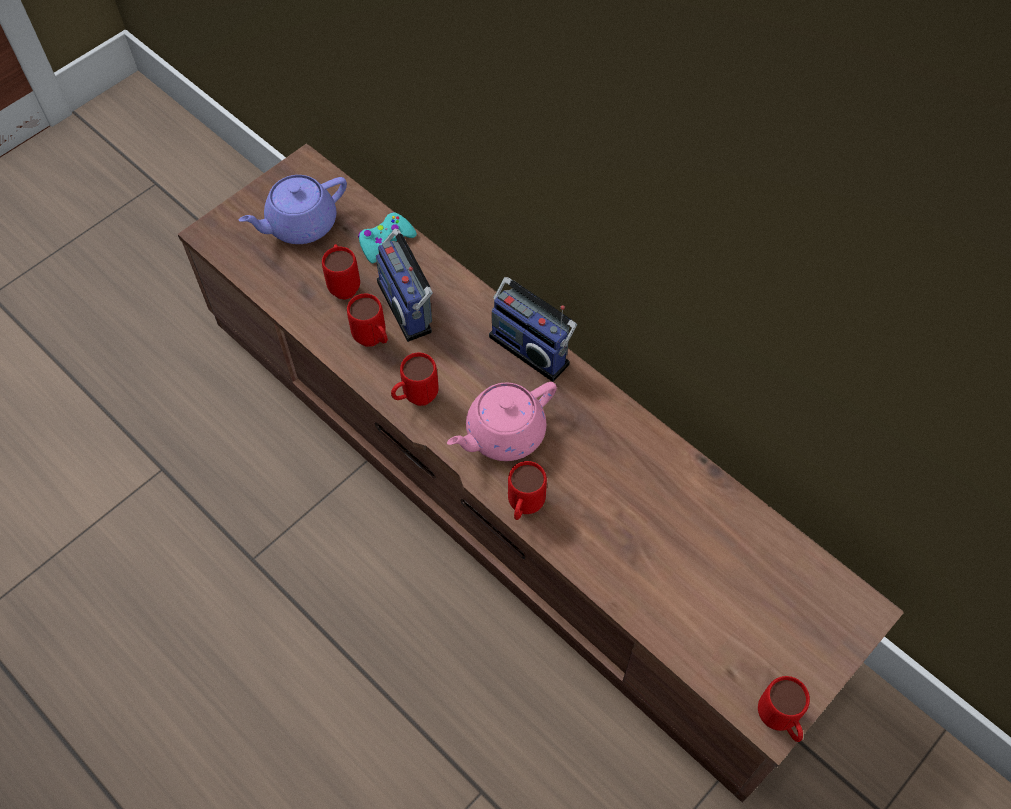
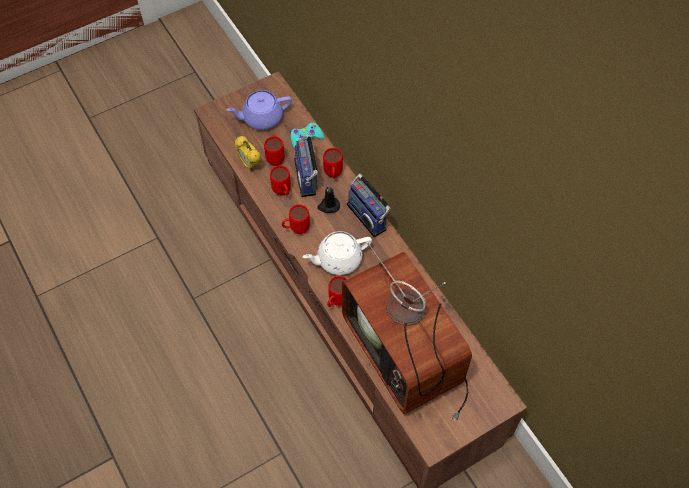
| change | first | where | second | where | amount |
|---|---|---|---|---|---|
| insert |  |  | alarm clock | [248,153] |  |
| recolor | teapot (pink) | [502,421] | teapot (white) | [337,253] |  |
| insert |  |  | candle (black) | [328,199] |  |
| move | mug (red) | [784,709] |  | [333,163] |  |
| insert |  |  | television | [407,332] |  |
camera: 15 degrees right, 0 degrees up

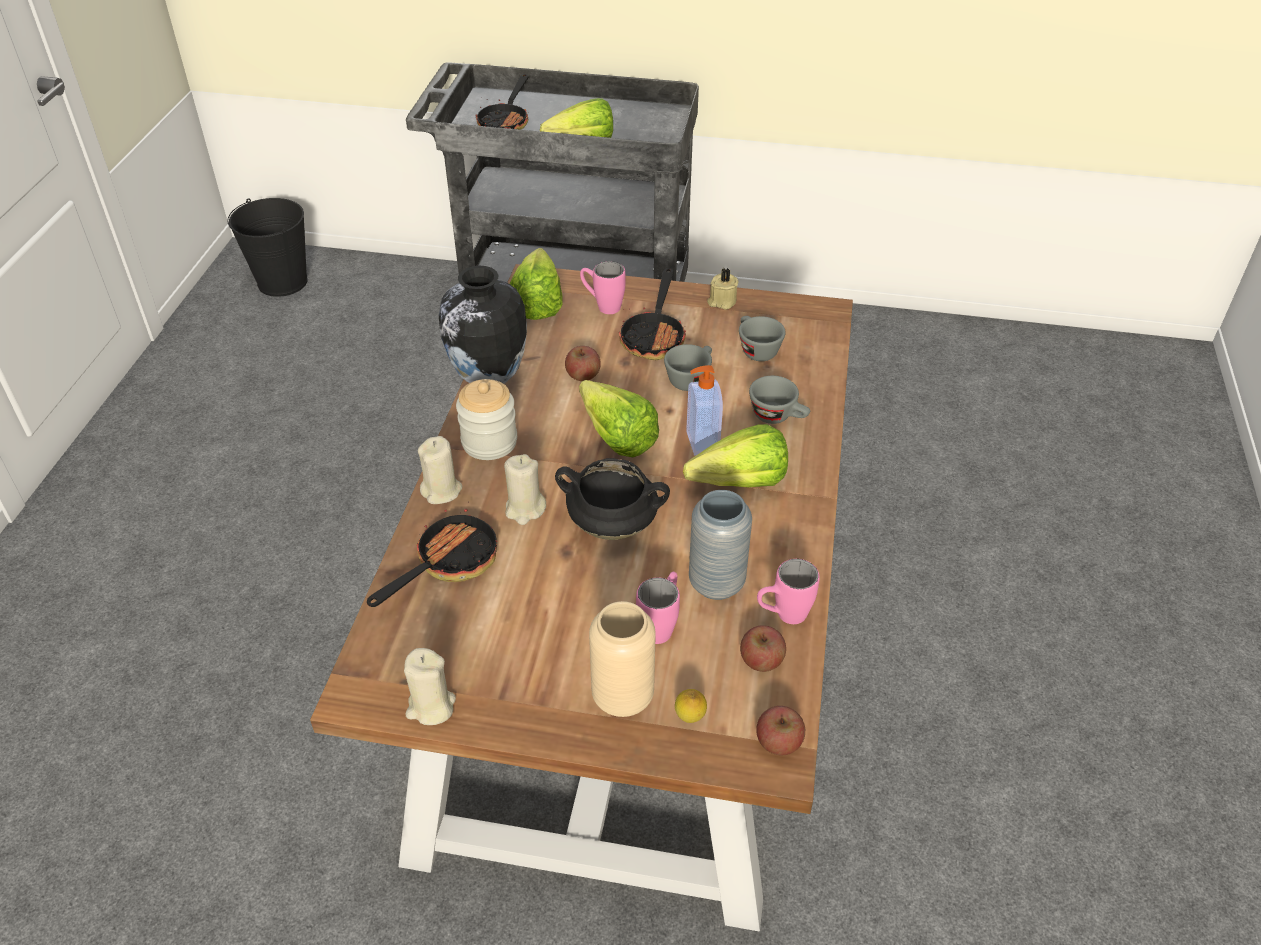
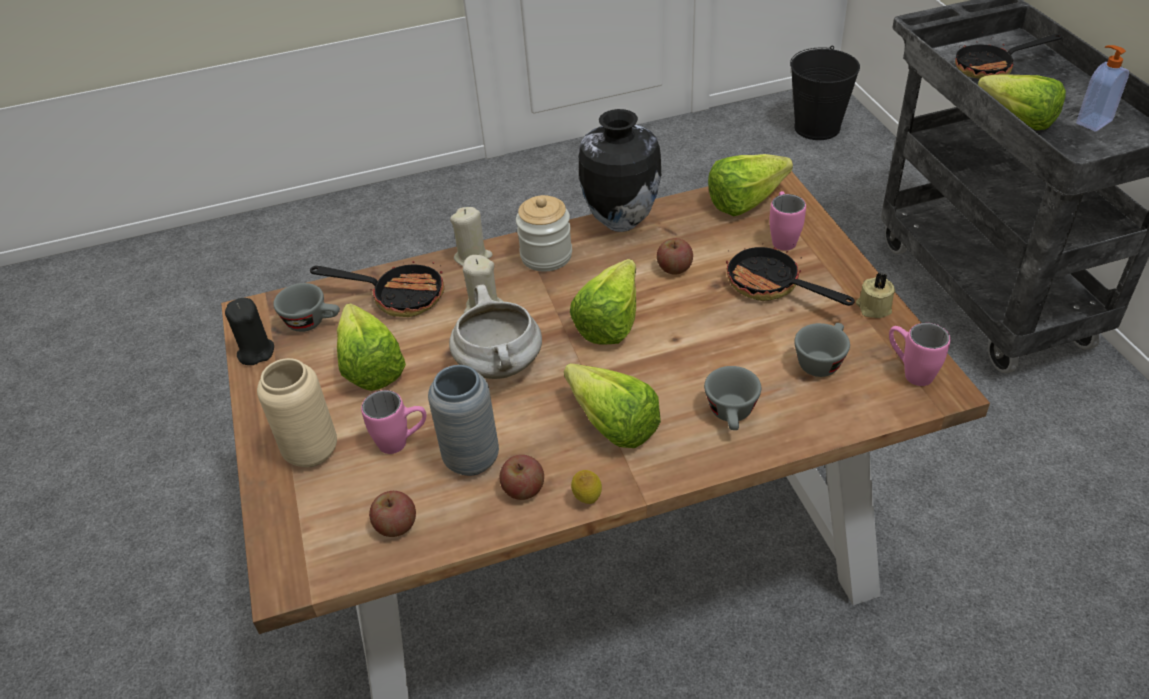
| change | first | where | second | where | amount |
|---|---|---|---|---|---|
| recolor | candle (beige) | [430,686] | candle (black) | [249,331] |  |
| move | cup (grey) | [688,367] |  | [306,307] |  |
| insert |  |  | lettuce | [371,347] |  |
| recolor | cooking pot (black) | [612,499] | cooking pot (white) | [495,332] |  |
| move | apple | [780,730] |  | [521,477] |  |
| move | lemon | [691,706] |  | [586,487] |  |
| rotate | frying pan | [652,314] |  | [790,274] | 60 degrees clockwise |
| move | mug (pink) | [788,591] |  | [919,354] |  |
| move | soap dispenser | [704,410] |  | [1102,88] |  |
camera: 65 degrees right, 0 degrees up

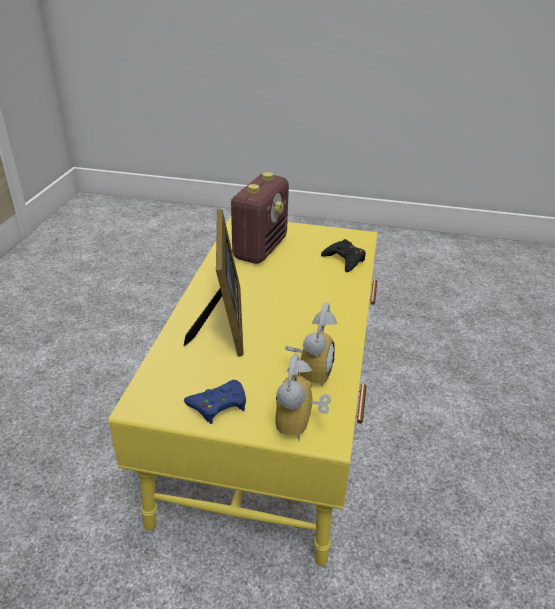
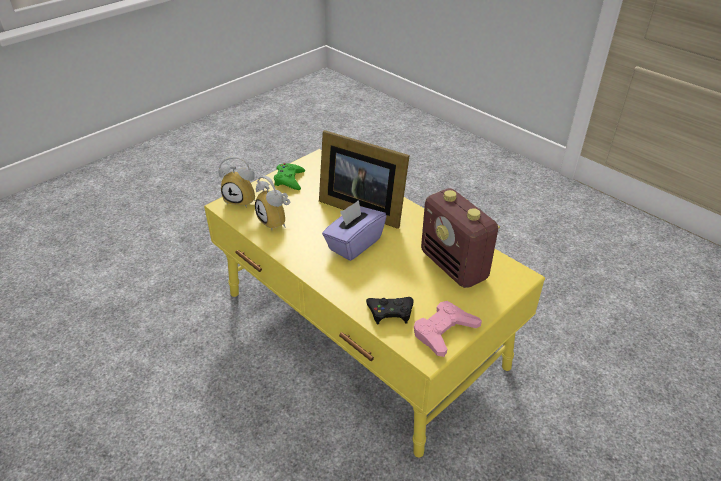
| change | first | where | second | where | amount |
|---|---|---|---|---|---|
| rotate | alarm clock | [303,397] |  | [236,182] | 150 degrees clockwise |
| recolor | game controller (blue) | [215,402] | game controller (green) | [289,176] |  |
| insert |  |  | tissue box (purple) | [354,230] |  |
| insert |  |  | game controller (pink) | [448,329] |  |
camera: 125 degrees right, 5 degrees up

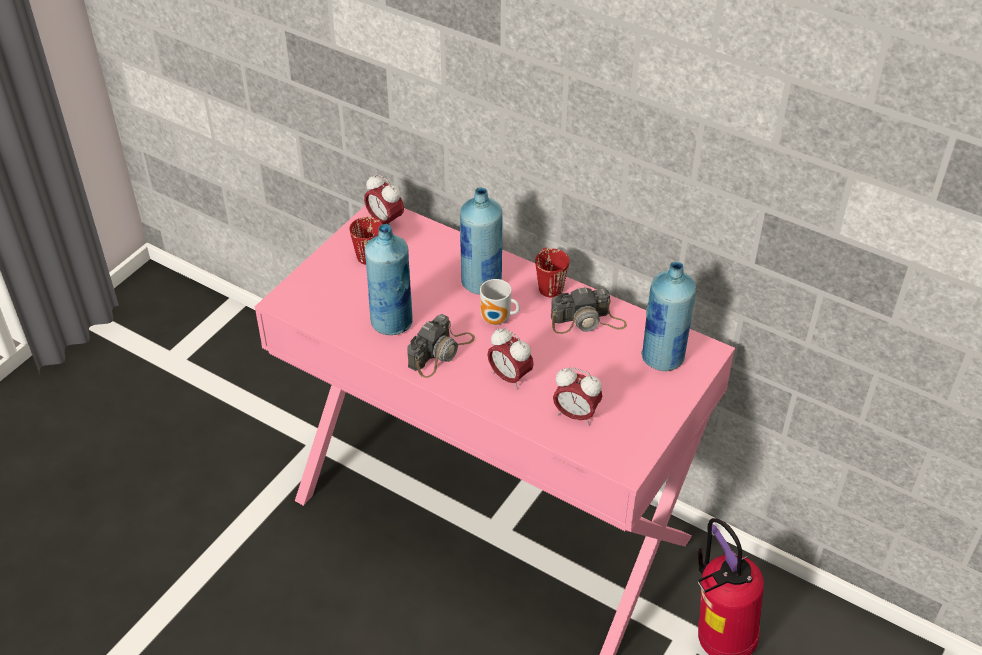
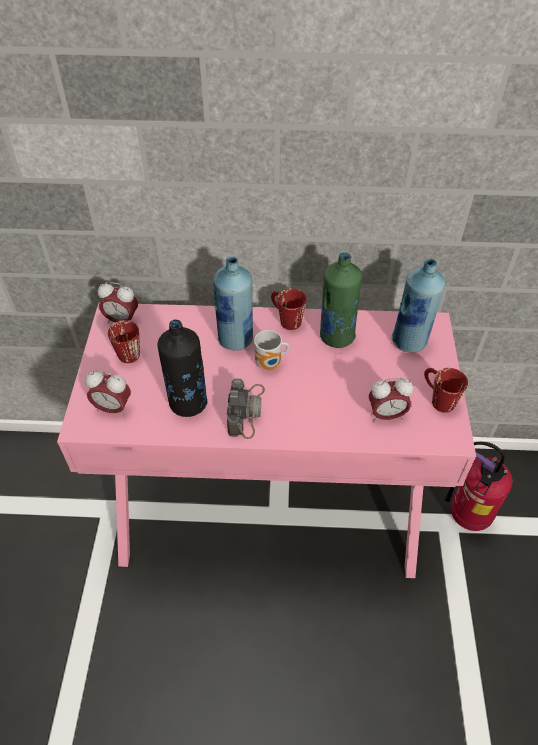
| change | first | where | second | where | amount |
|---|---|---|---|---|---|
| move | alarm clock | [510,359] |  | [108,393] |  |
| recolor | bottle (blue) | [389,279] | bottle (black) | [182,368] |  |
| replace | photo camera | [589,310] | bottle (green) | [341,300] |  |
| insert |  |  | mug (red) | [446,390] |  |
camera: 30 degrees left, 5 degrees up

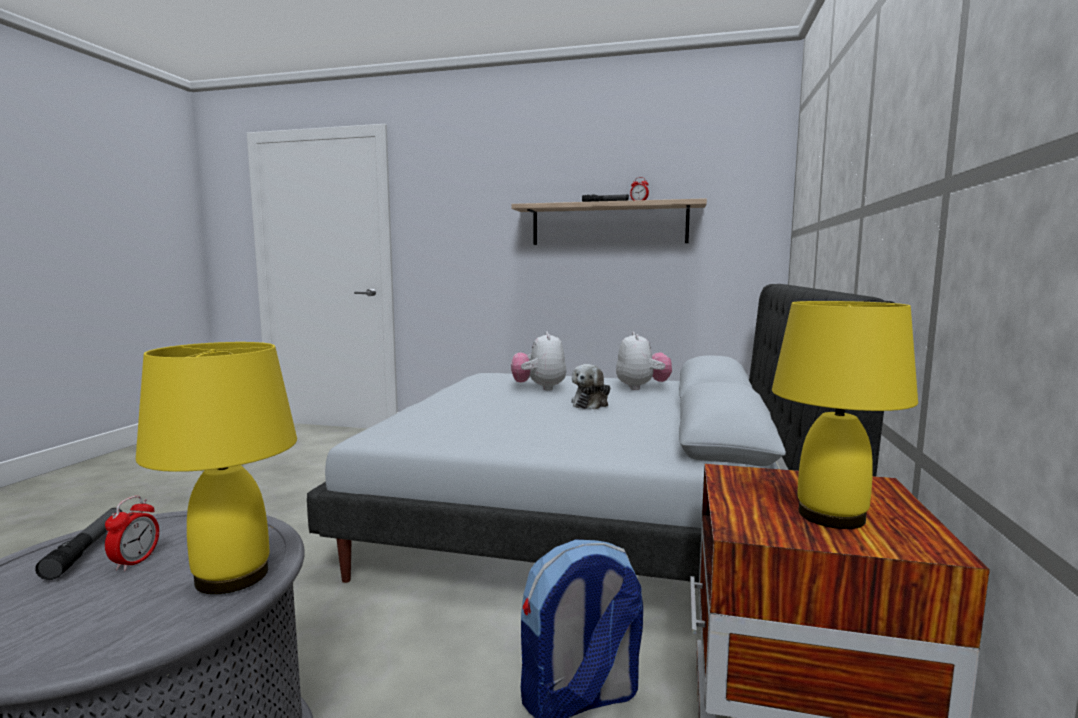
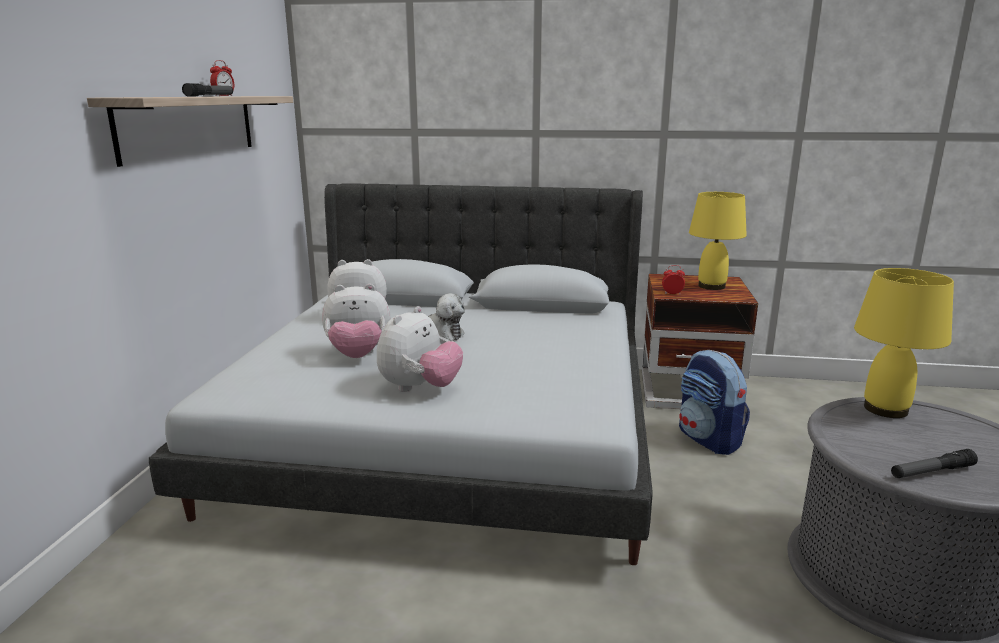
| change | first | where | second | where | amount |
|---|---|---|---|---|---|
| insert |  |  | plush toy | [420,349] |  |
| move | alarm clock | [132,533] |  | [673,280] |  |
camera: 95 degrees left, 10 degrees up

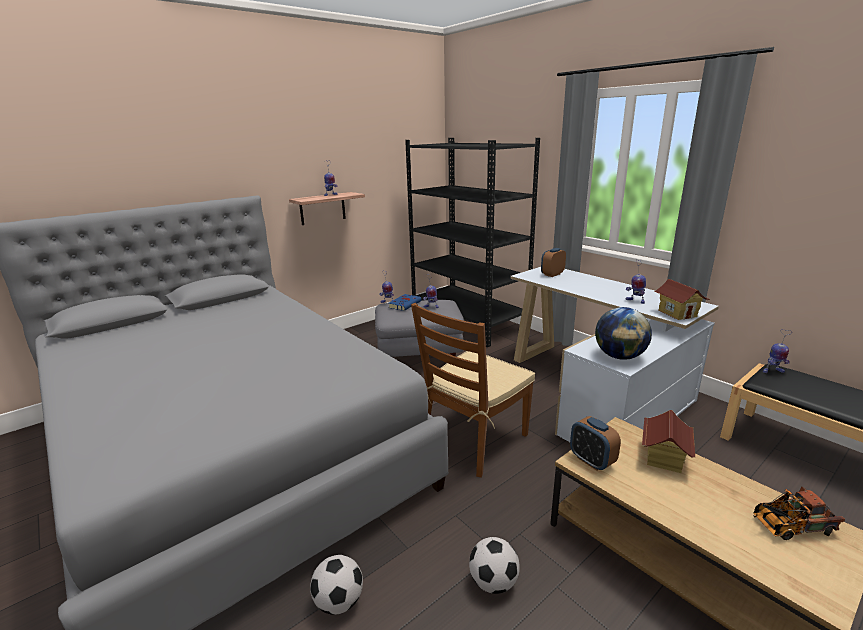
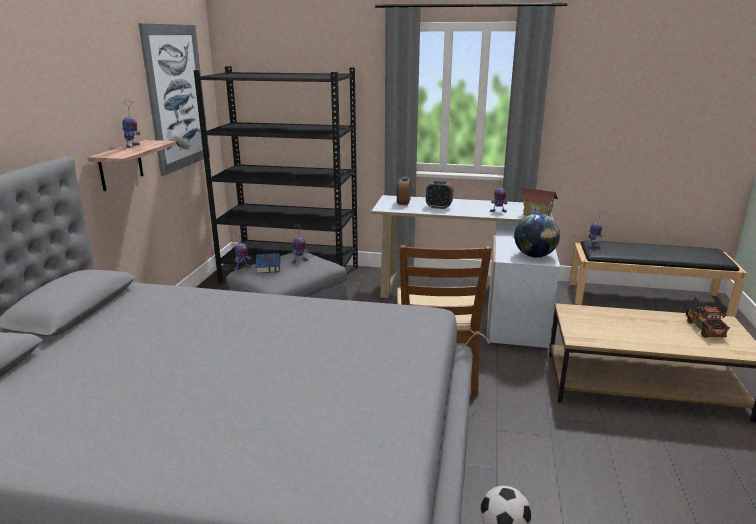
| change | first | where | second | where | amount |
|---|---|---|---|---|---|
| insert |  |  | picture | [174,99] |  |
| move | alarm clock | [595,443] |  | [439,194] |  |
| rotate | toy truck | [799,513] |  | [707,317] | 135 degrees clockwise |
| delete | football | [494,565] |  |  |  |
| delete | toy house | [668,441] |  |  |  |
camera: 40 degrees left, 0 degrees up

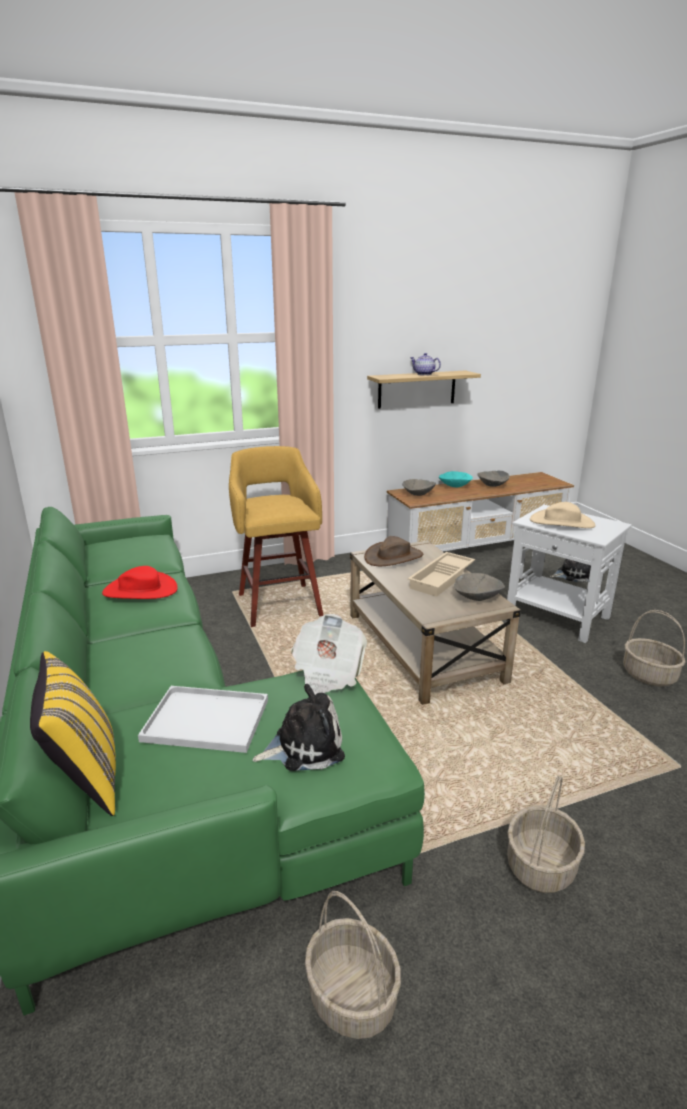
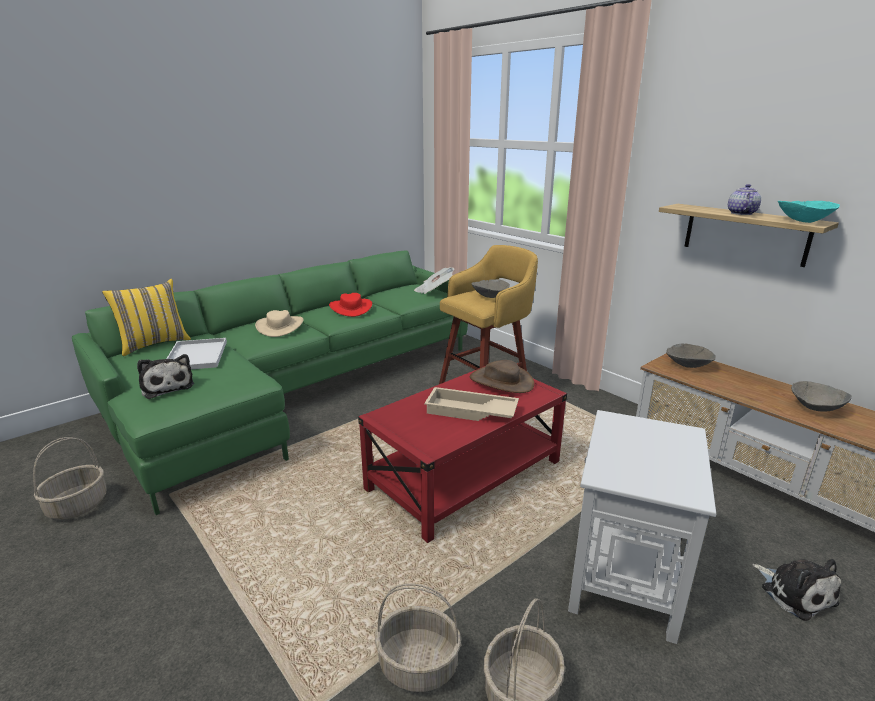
| change | first | where | second | where | amount |
|---|---|---|---|---|---|
| move | hat (beige) | [563,515] |  | [279,323] |  |
| recolor | coffee table (beige) | [435,623] | coffee table (red) | [462,454] |  |
| move | basket | [546,834] |  | [418,637] |  |
| move | newspaper | [329,654] |  | [434,280] |  |
| move | bowl (grey) | [479,587] |  | [491,288] |  |
| move | bowl (turquoise) | [456,479] |  | [809,212] |  |
camera: 70 degrees right, 0 degrees up

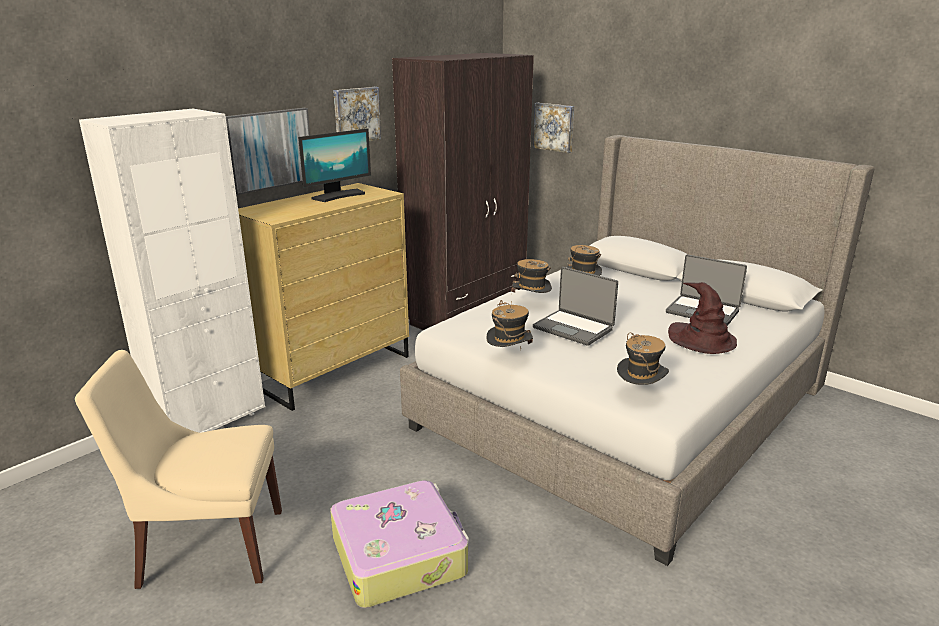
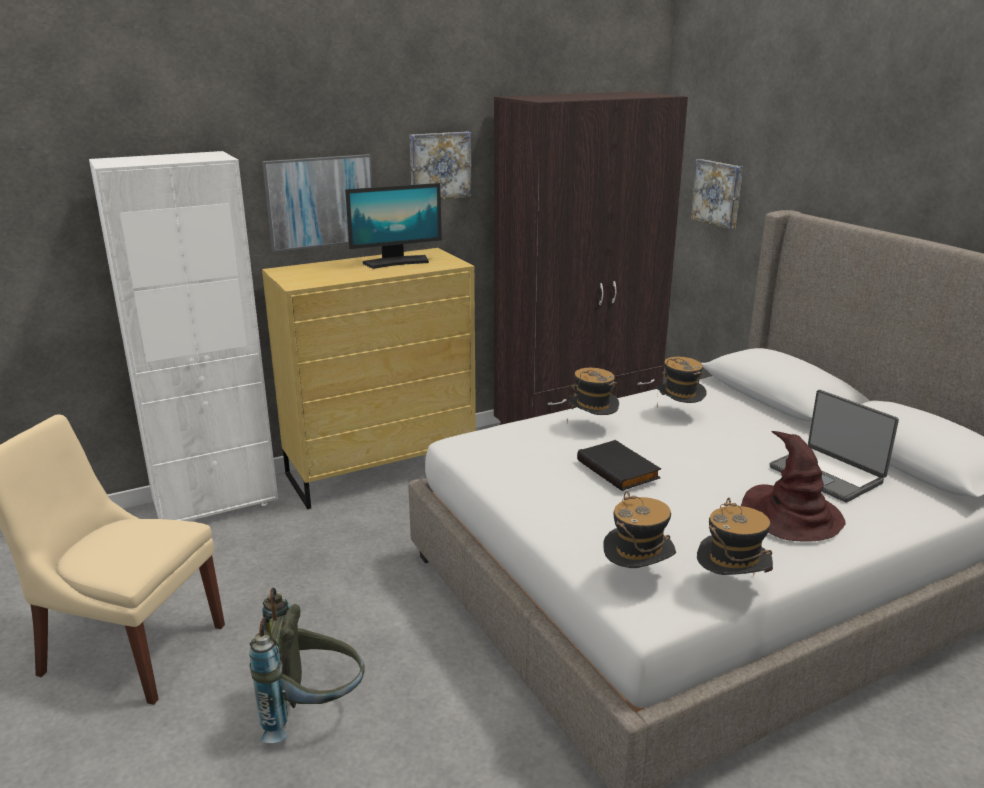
| change | first | where | second | where | amount |
|---|---|---|---|---|---|
| replace | suitcase | [399,544] | backpack (grey) | [307,665] |  |
| replace | laptop | [575,306] | book (black) | [619,465] |  |
| move | hat | [509,324] |  | [735,537] |  |
camera: 20 degrees right, 0 degrees up

